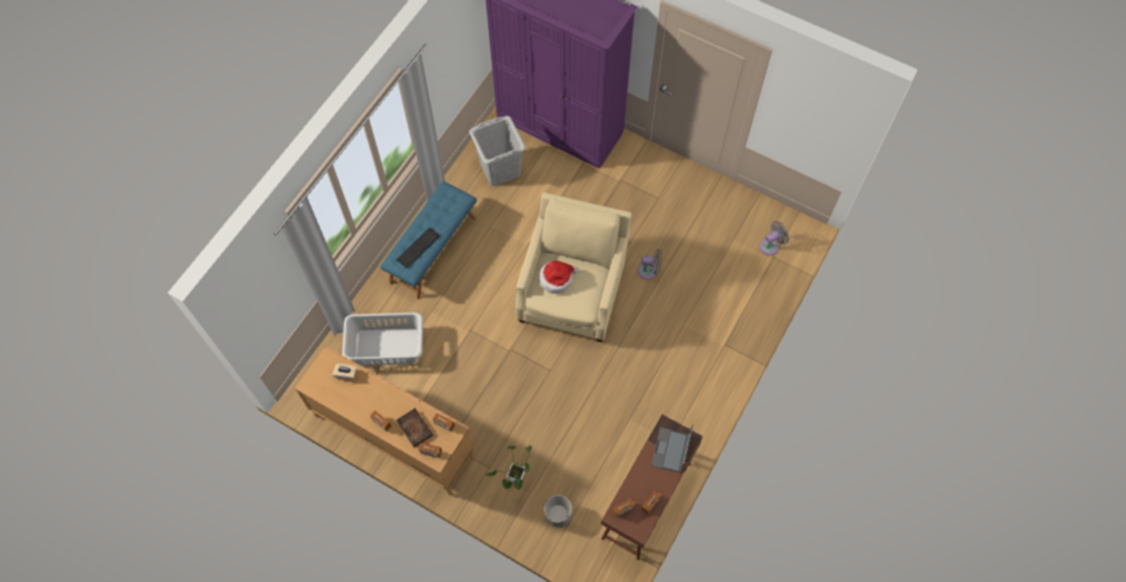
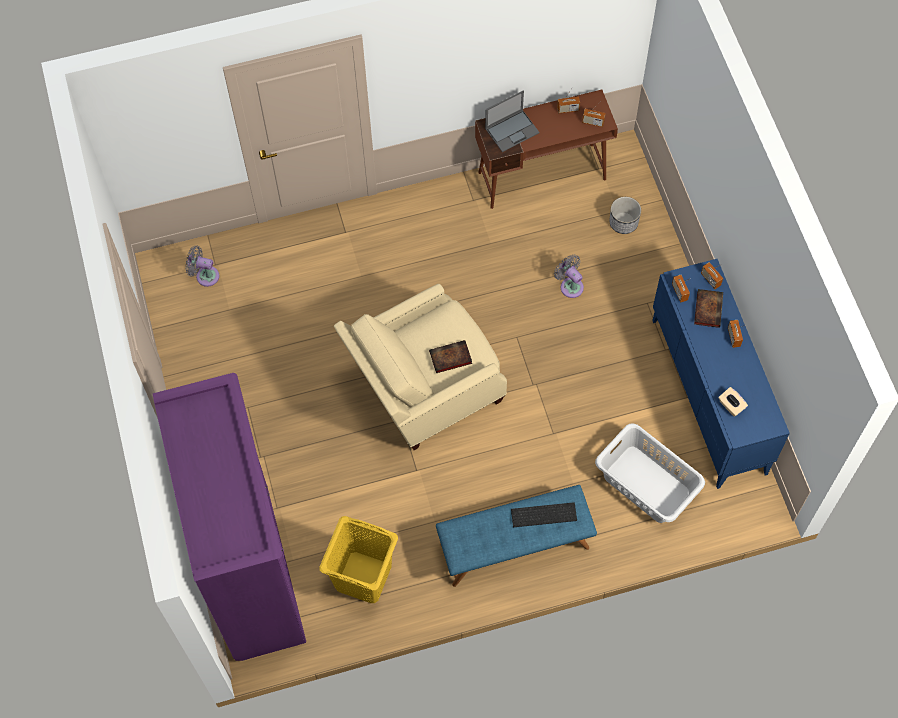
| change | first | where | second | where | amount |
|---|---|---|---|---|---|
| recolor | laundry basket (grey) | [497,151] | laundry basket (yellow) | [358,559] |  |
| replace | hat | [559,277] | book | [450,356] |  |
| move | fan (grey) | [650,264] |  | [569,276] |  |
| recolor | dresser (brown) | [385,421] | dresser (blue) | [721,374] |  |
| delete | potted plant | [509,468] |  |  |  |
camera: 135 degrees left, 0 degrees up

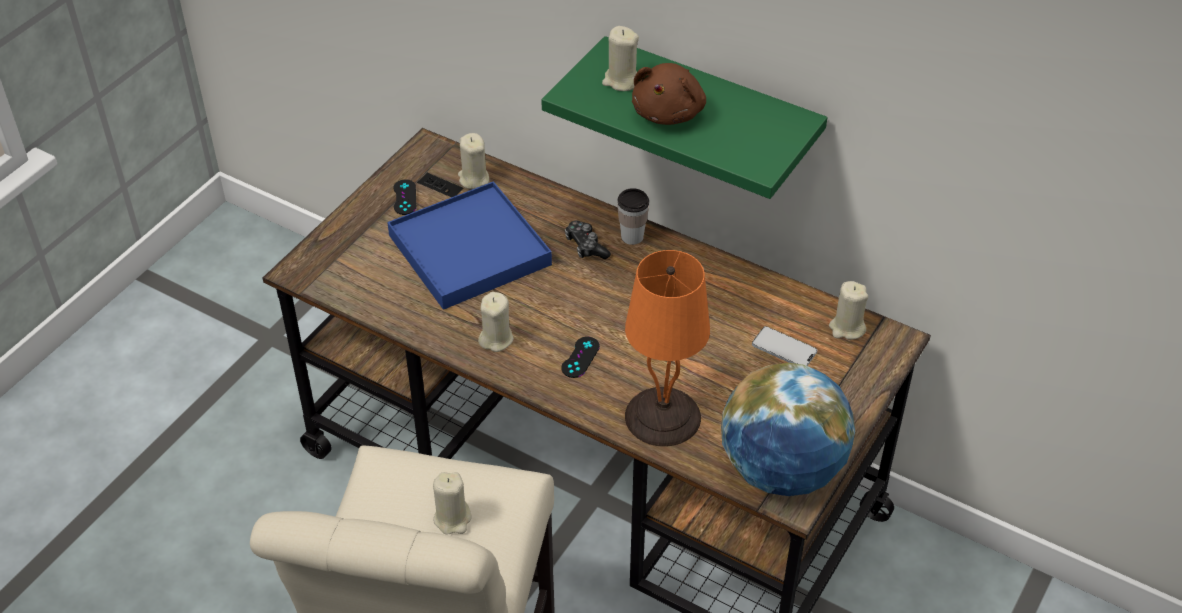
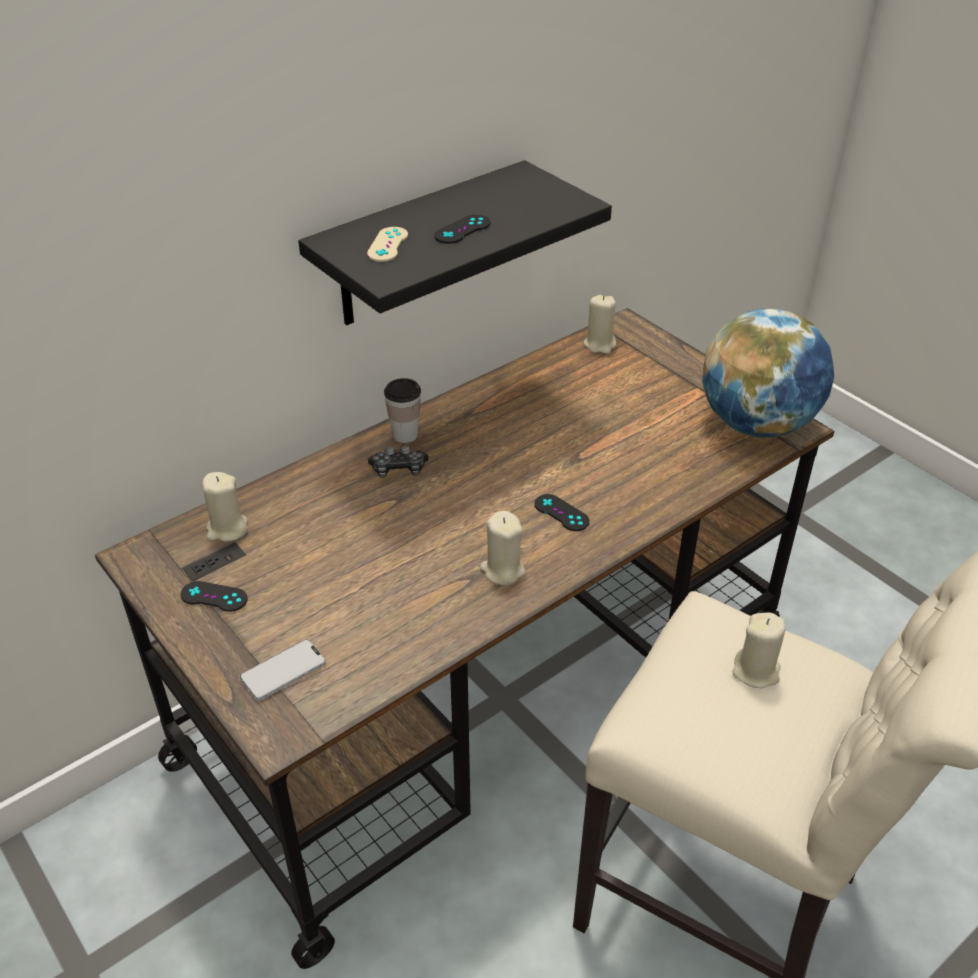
| change | first | where | second | where | amount |
|---|---|---|---|---|---|
| move | phone | [784,346] |  | [283,670] |  |
| recolor | shelf (green) | [684,117] | shelf (black) | [455,242] |  |
| replace | candle (beige) | [620,58] | game controller (beige) | [387,244] |  |
| replace | plush toy (brown) | [669,94] | game controller (black) | [462,229] |  |
| delete | tray (blue) | [469,245] |  |  |  |
| delete | table lamp (orange) | [667,348] |  |  |  |
camera: 70 degrees left, 5 degrees down

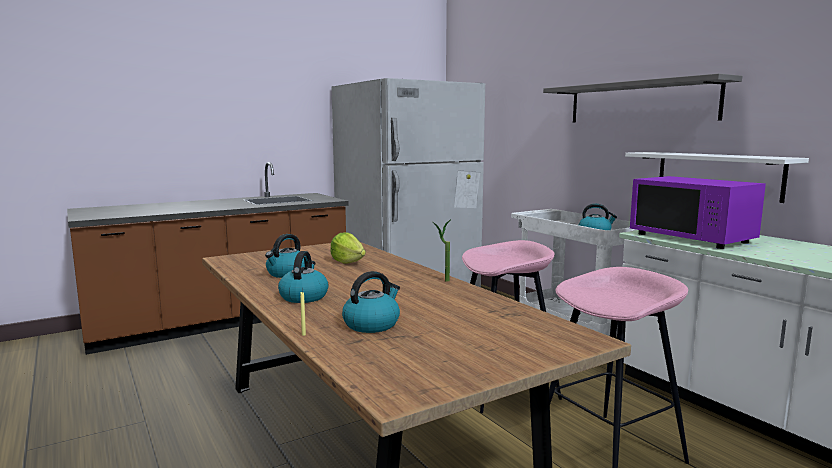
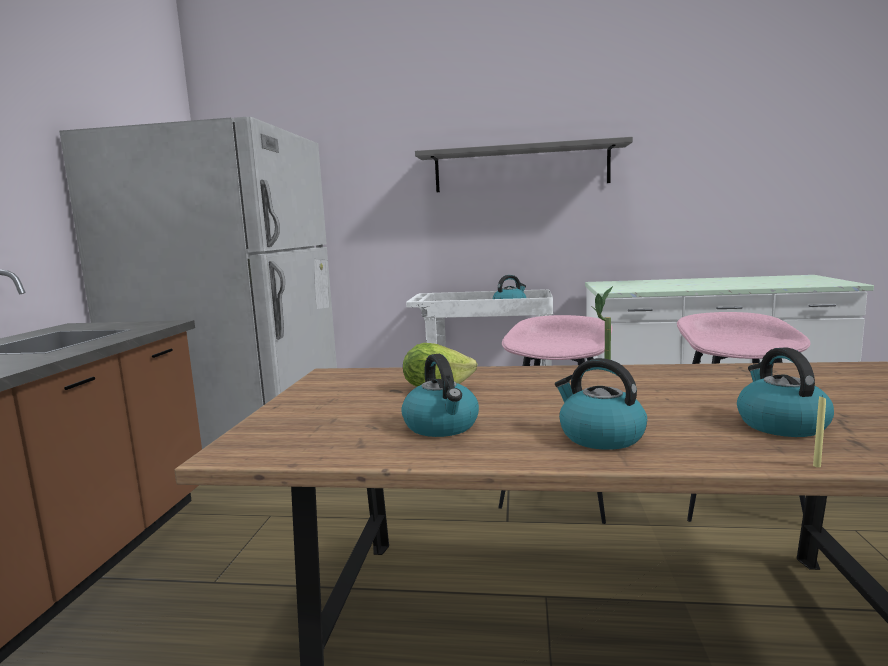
| change | first | where | second | where | amount |
|---|---|---|---|---|---|
| delete | shelf (white) | [717,177] |  |  |  |
| delete | microwave (purple) | [698,212] |  |  |  |
camera: 50 degrees left, 0 degrees up

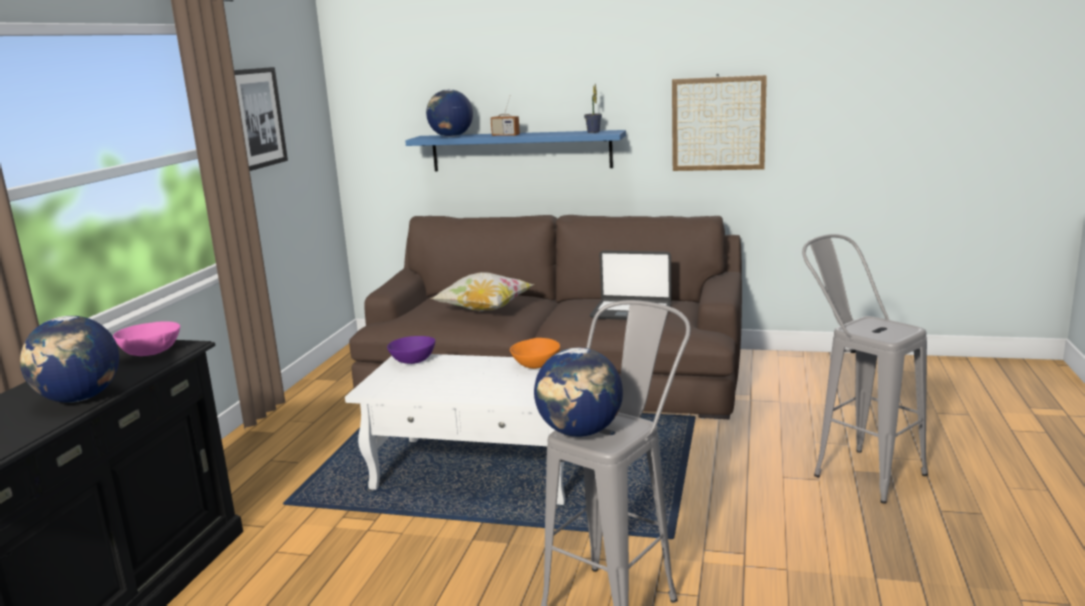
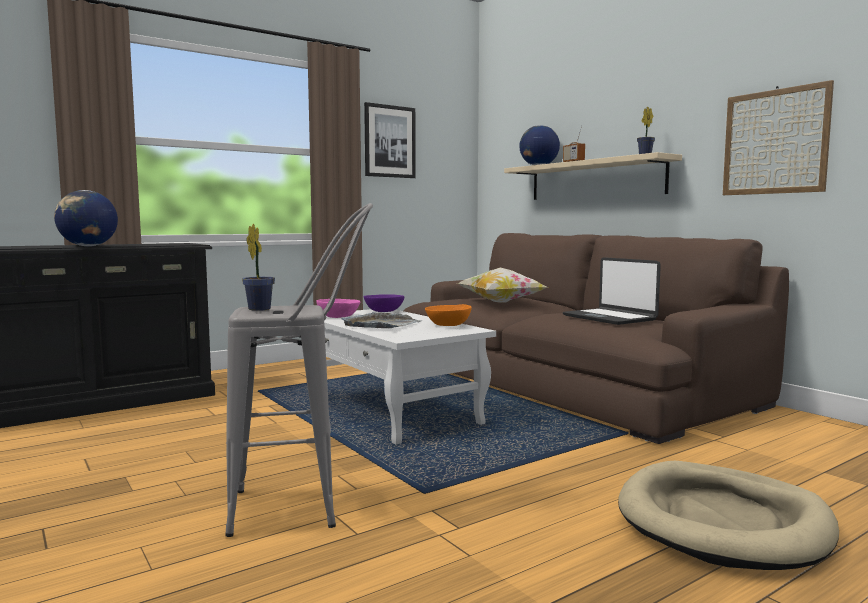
| change | first | where | second | where | amount |
|---|---|---|---|---|---|
| replace | globe | [578,392] | potted plant | [258,267] |  |
| move | bowl (pink) | [146,338] |  | [338,308] |  |
| insert |  |  | tray (grey) | [381,320] |  |
| recolor | shelf (blue) | [515,150] | shelf (beige) | [593,176] |  |
| replace | stool (grey) | [865,368] | dog bed (beige) | [728,515] |  |
camera: 40 degrees right, 10 degrees down

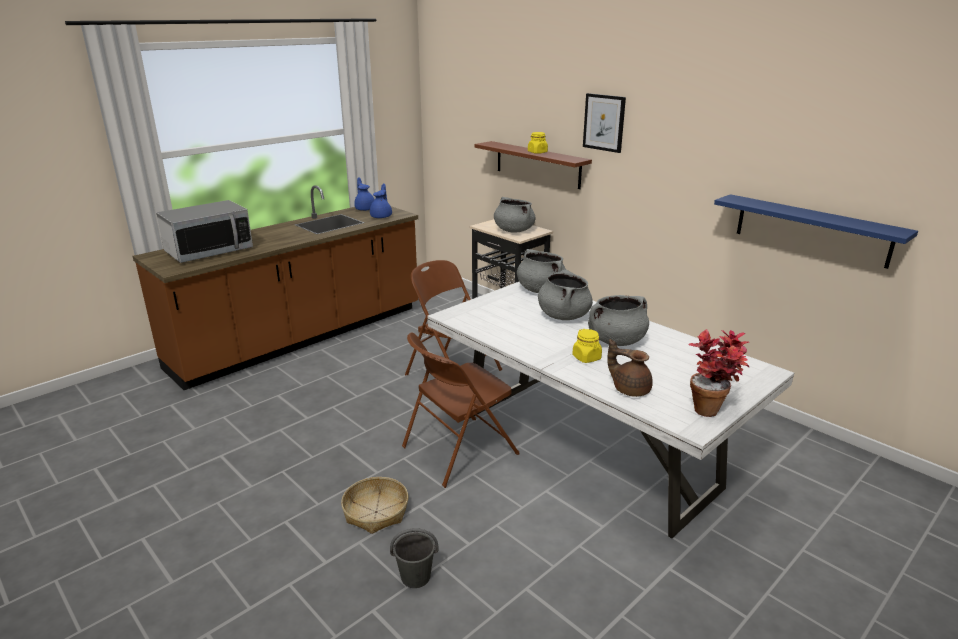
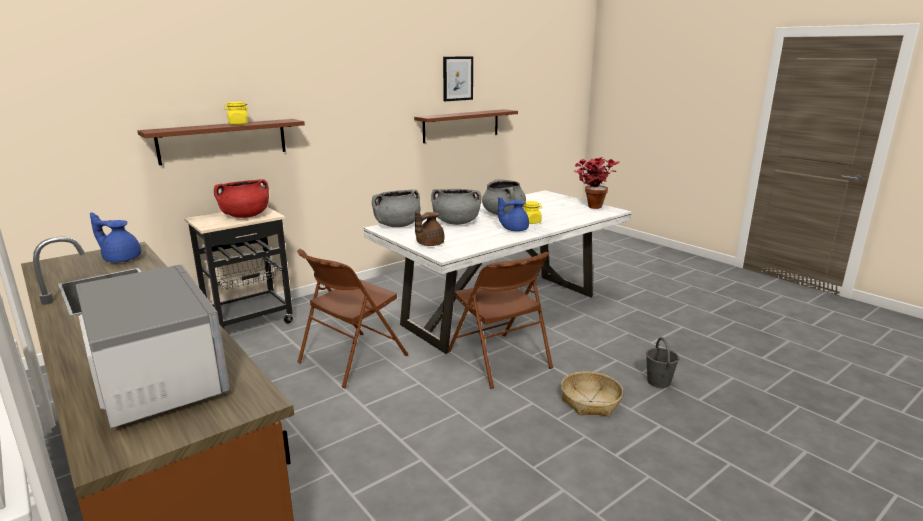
| change | first | where | second | where | amount |
|---|---|---|---|---|---|
| recolor | cooking pot (grey) | [514,215] | cooking pot (red) | [241,198] |  |
| recolor | shelf (blue) | [816,231] | shelf (brown) | [466,126] |  |
| move | teapot (brown) | [630,368] |  | [429,229] |  |
| move | picture | [604,123] |  | [458,78] |  |
| move | teapot (blue) | [364,194] |  | [513,214] |  |
camera: 85 degrees left, 5 degrees down

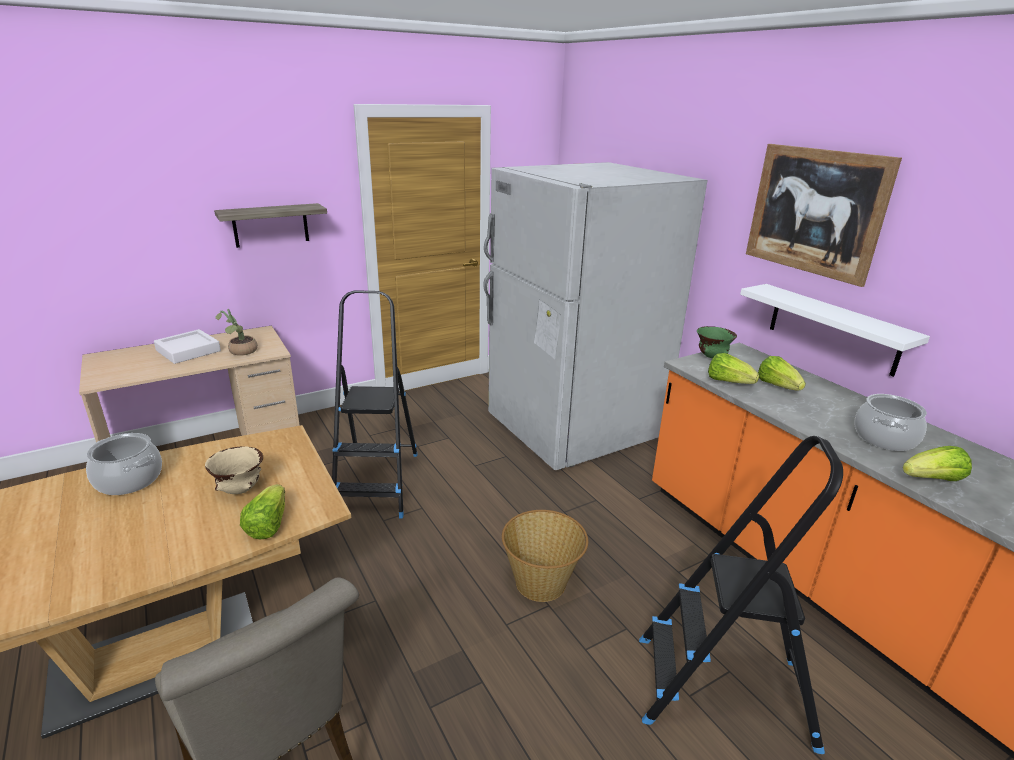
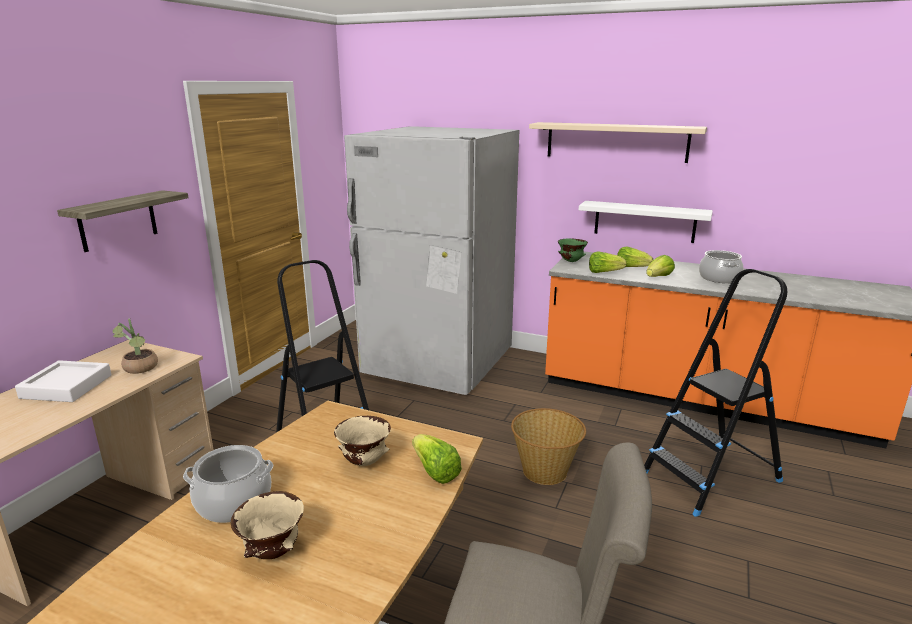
| change | first | where | second | where | amount |
|---|---|---|---|---|---|
| insert |  |  | bowl (beige) | [267,525] |  |
| replace | picture | [824,215] | shelf (beige) | [618,142] |  |
| move | lettuce | [937,463] |  | [660,266] |  |
camera: 35 degrees left, 5 degrees down

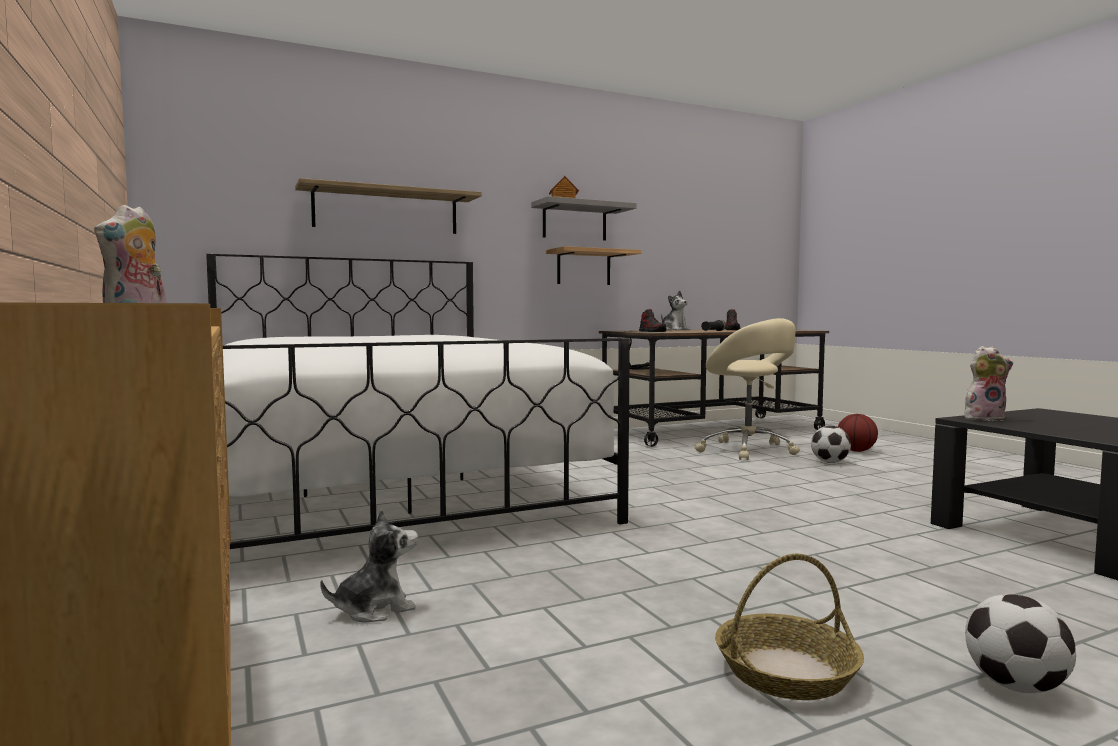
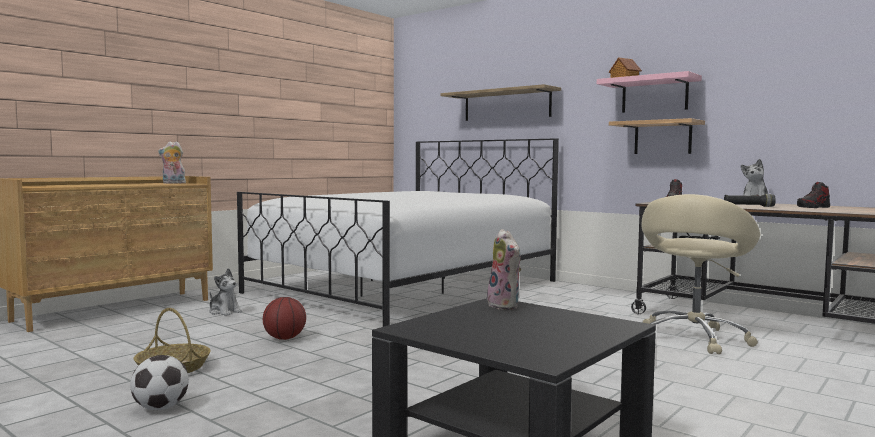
| change | first | where | second | where | amount |
|---|---|---|---|---|---|
| move | basketball | [858,433] |  | [284,318] |  |
| recolor | shelf (grey) | [583,218] | shelf (pink) | [649,92] |  |
| delete | football | [831,444] |  |  |  |
camera: 65 degrees right, 0 degrees up

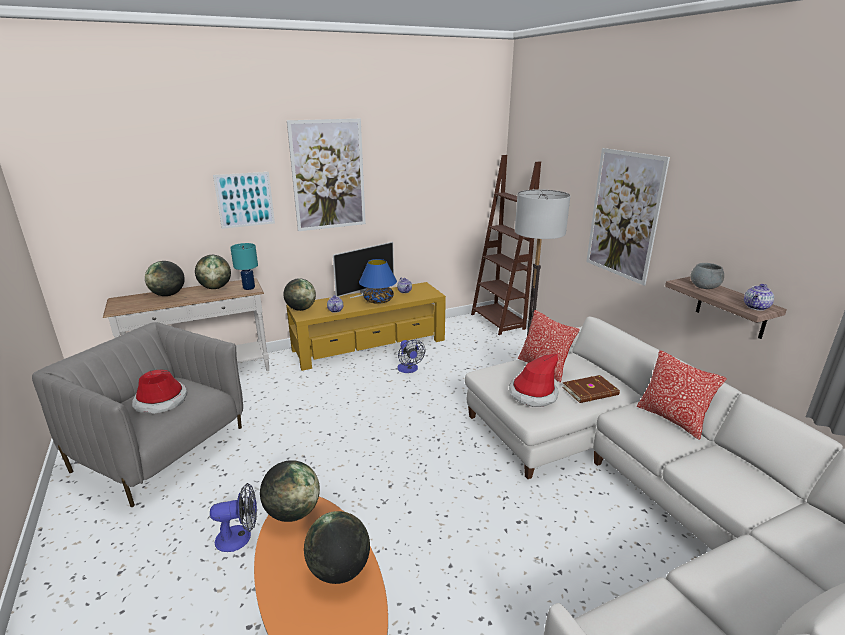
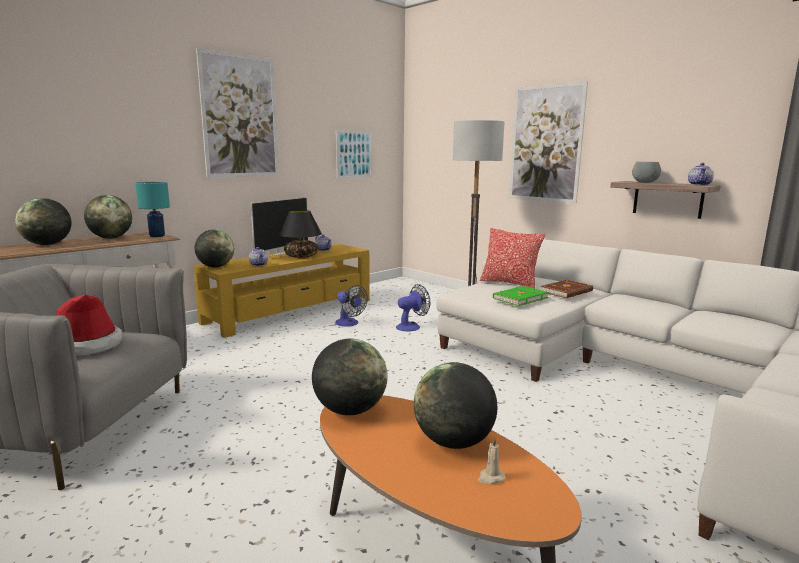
| change | first | where | second | where | amount |
|---|---|---|---|---|---|
| recolor | table lamp (blue) | [378,281] | table lamp (black) | [300,234] |  |
| move | picture | [244,200] |  | [354,154] |  |
| move | fan | [233,517] |  | [413,307] |  |
| insert |  |  | candle (beige) | [492,460] |  |
| replace | hat | [534,380] | book (green) | [521,296] |  |
| delete | bookcase (brown) | [506,245] |  |  |  |
| delete | pillow | [682,395] |  |  |  |
camera: 20 degrees left, 10 degrees down

